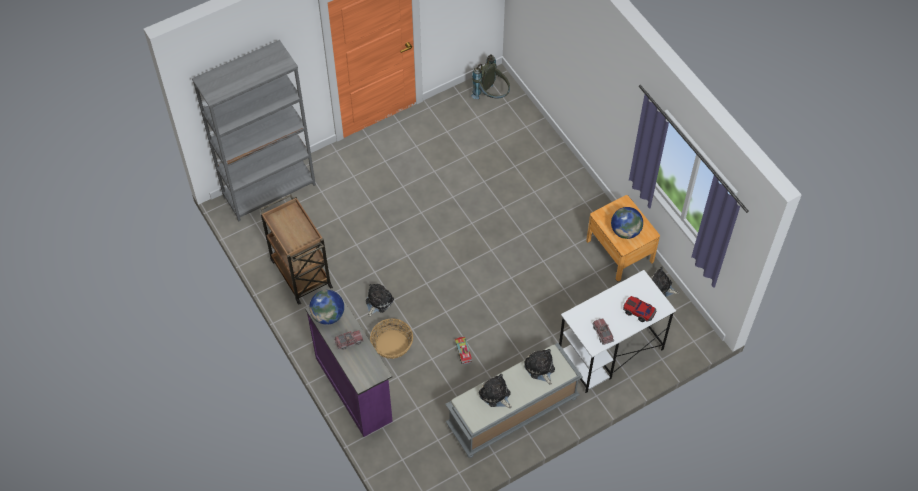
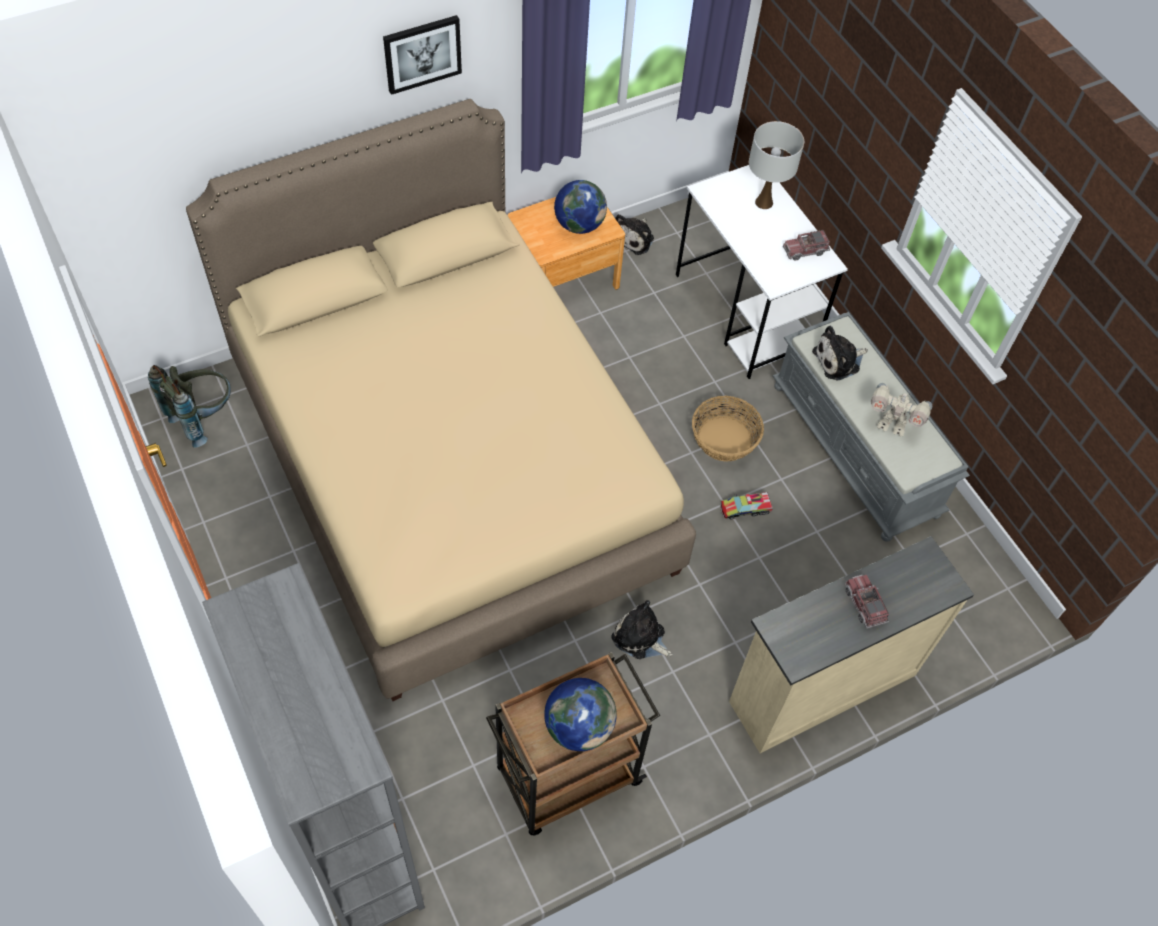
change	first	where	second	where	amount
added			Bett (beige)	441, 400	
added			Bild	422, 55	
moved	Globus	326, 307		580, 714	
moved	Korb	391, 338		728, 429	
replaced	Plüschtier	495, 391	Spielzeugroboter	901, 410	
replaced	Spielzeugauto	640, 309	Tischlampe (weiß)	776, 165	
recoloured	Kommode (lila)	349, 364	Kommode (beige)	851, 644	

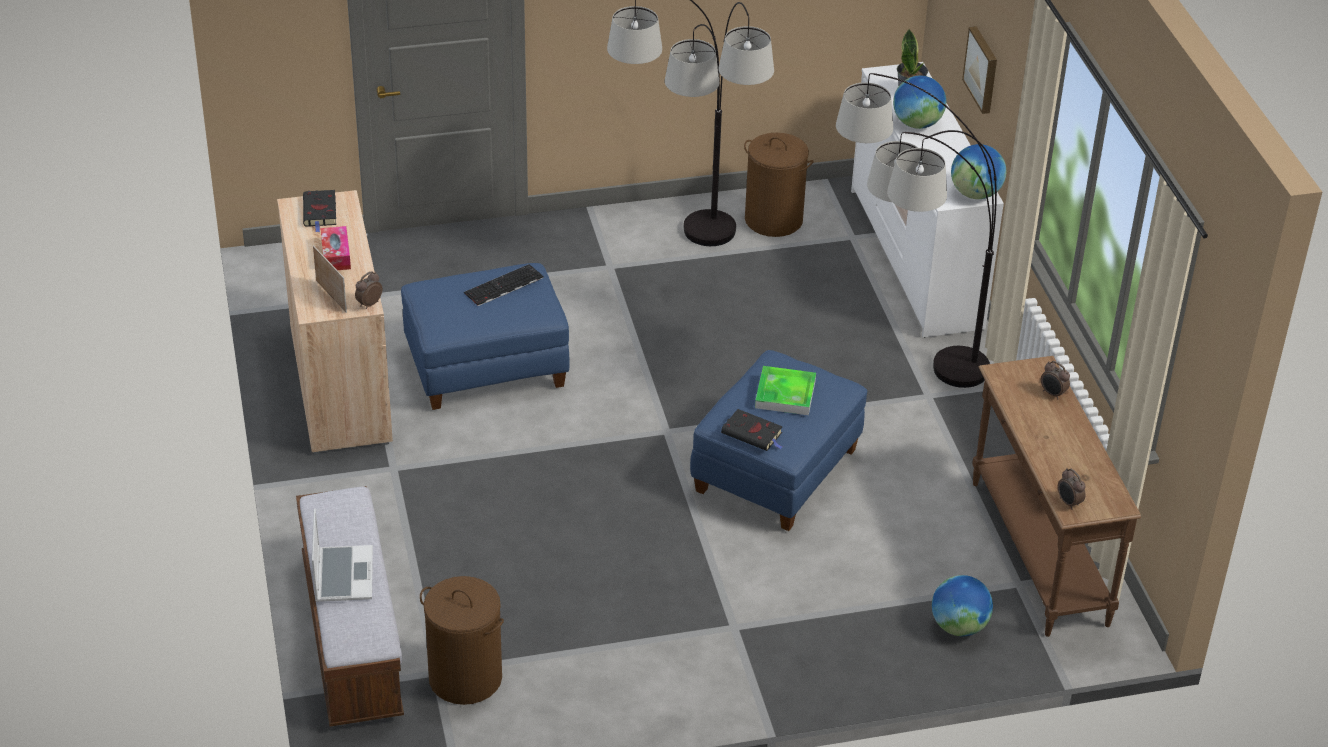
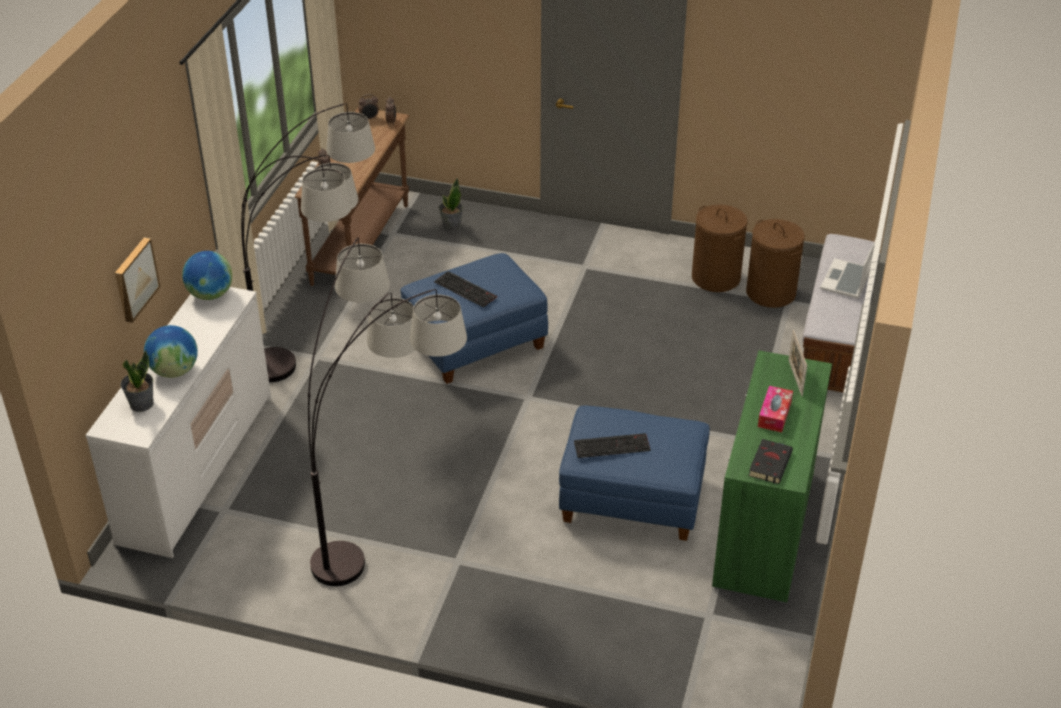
change	first	where	second	where	amount
removed	Buch (schwarz)	752, 430			
moved	Wecker	368, 290		368, 106	
moved	Wäschekorb (braun)	779, 185		719, 248	
replaced	Tablett	785, 390	Tastatur	465, 289	
replaced	Globus	962, 605	Topfpflanze	451, 204	
recoloured	Schrank (beige)	335, 322	Schrank (grün)	772, 477	

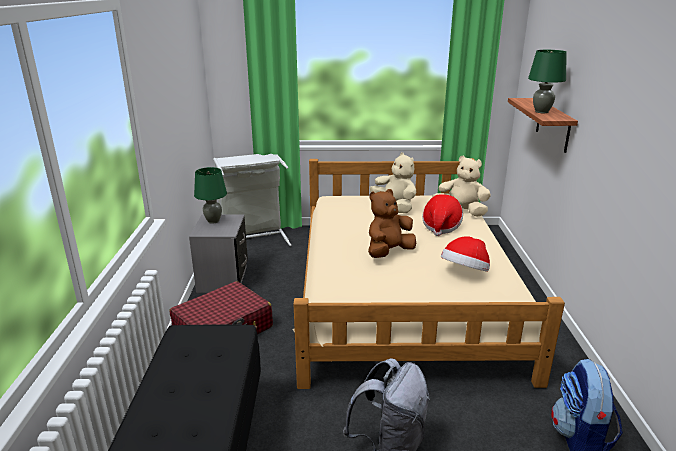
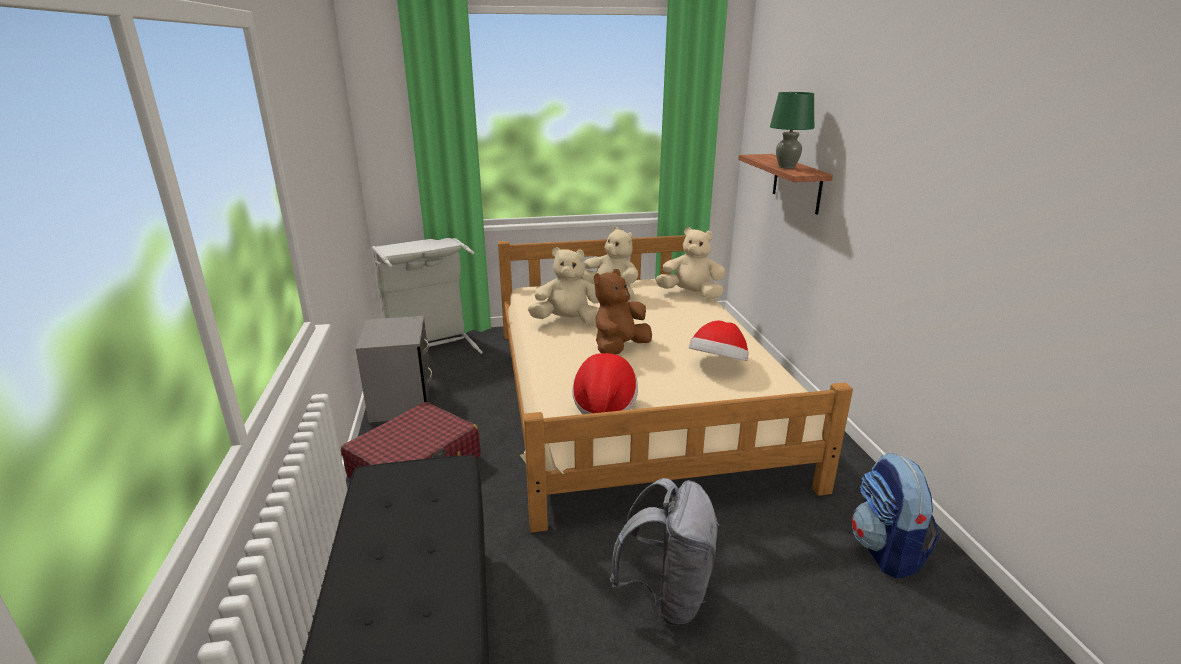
change	first	where	second	where	amount
removed	Tischlampe (grün)	210, 195			
added			Plüschtier (beige)	563, 286	
moved	Hut	442, 215		605, 383	

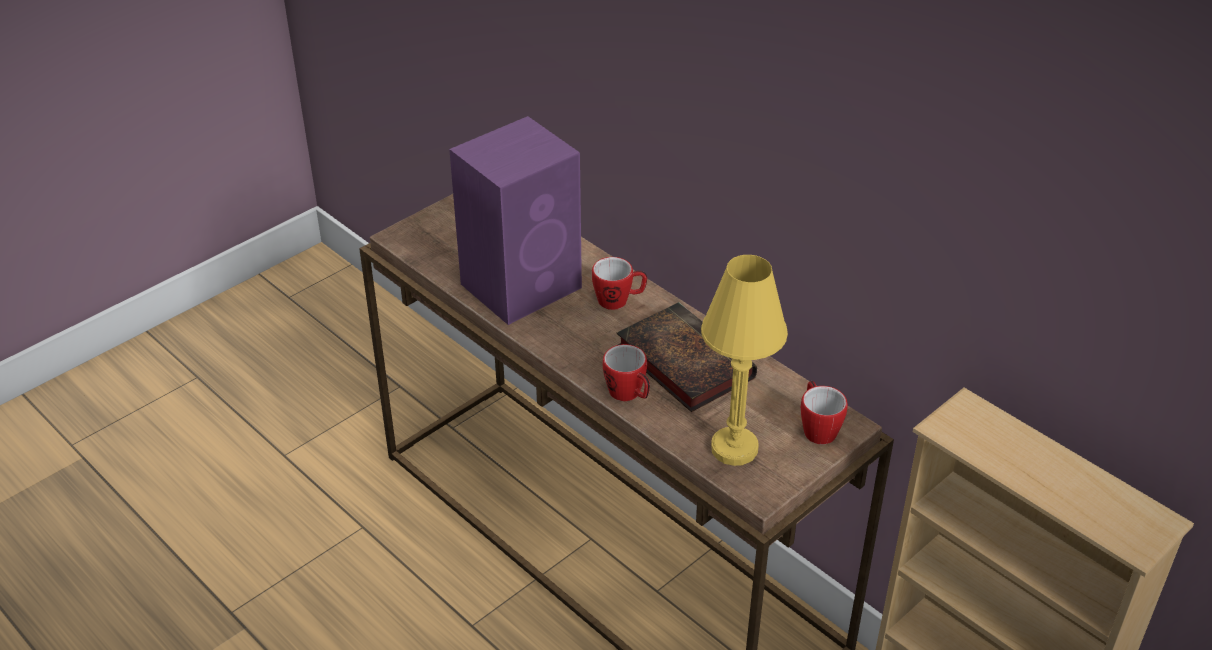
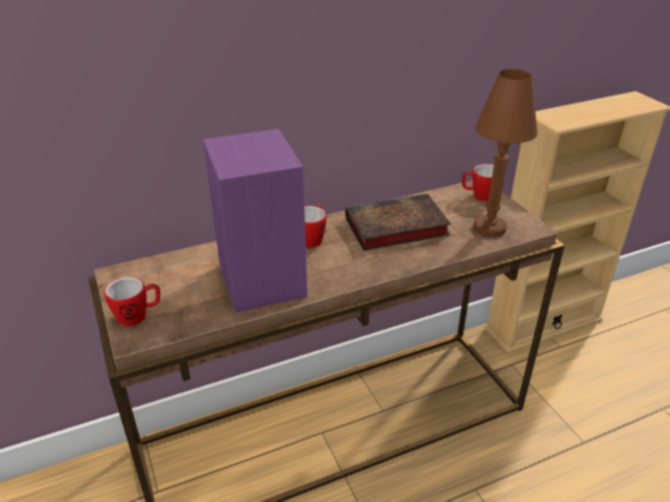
change	first	where	second	where	amount
moved	Henkelbecher	626, 372		132, 301	
recoloured	Tischlampe (gelb)	744, 360	Tischlampe (braun)	505, 153	

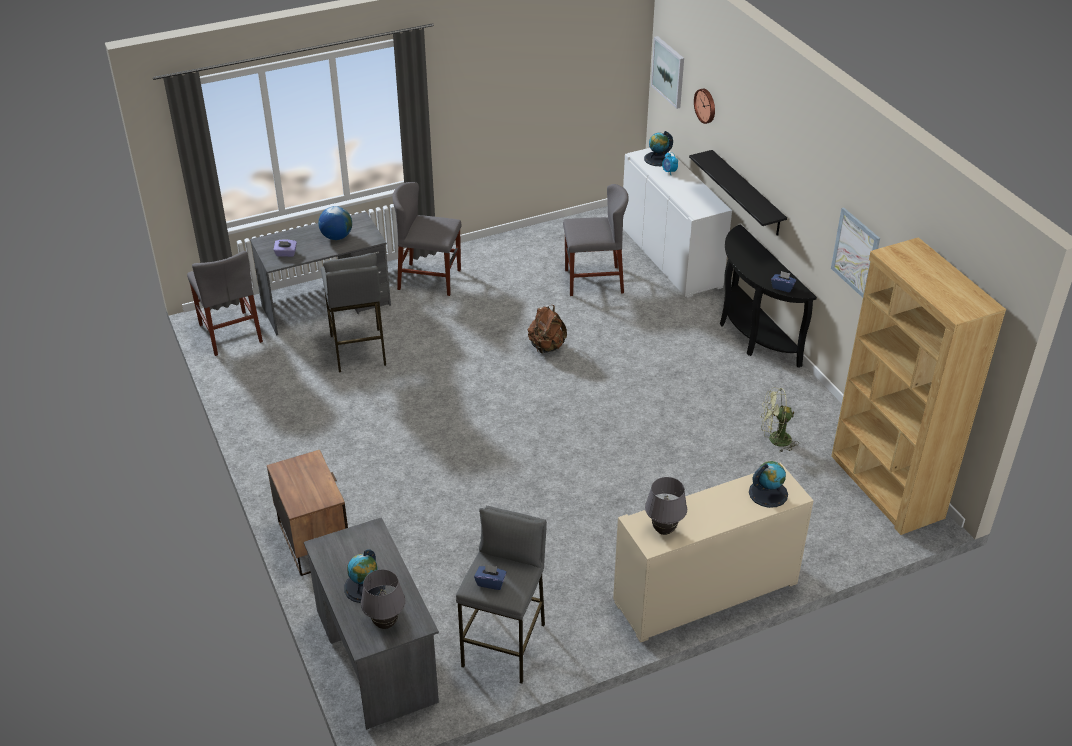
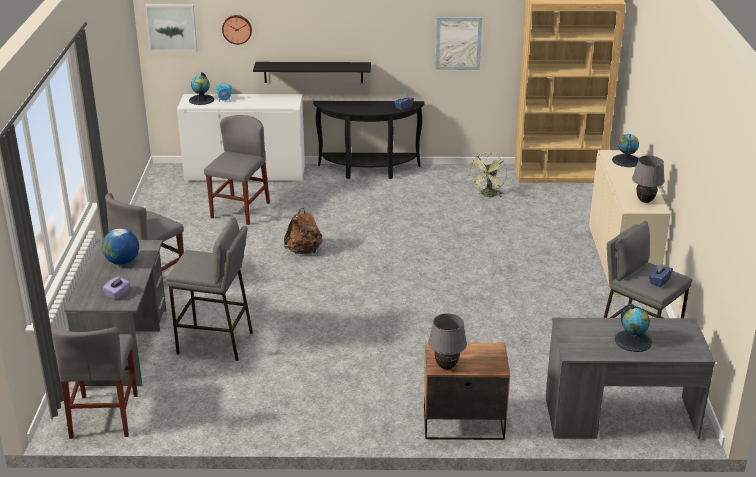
change	first	where	second	where	amount
moved	Tischlampe (grau)	383, 599		447, 341	
turned	Stuhl (grau)	225, 303		94, 383	90 degrees clockwise

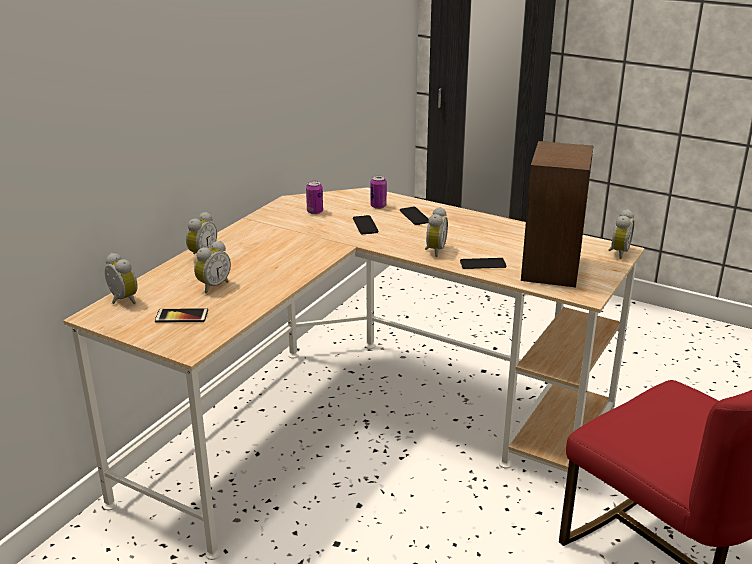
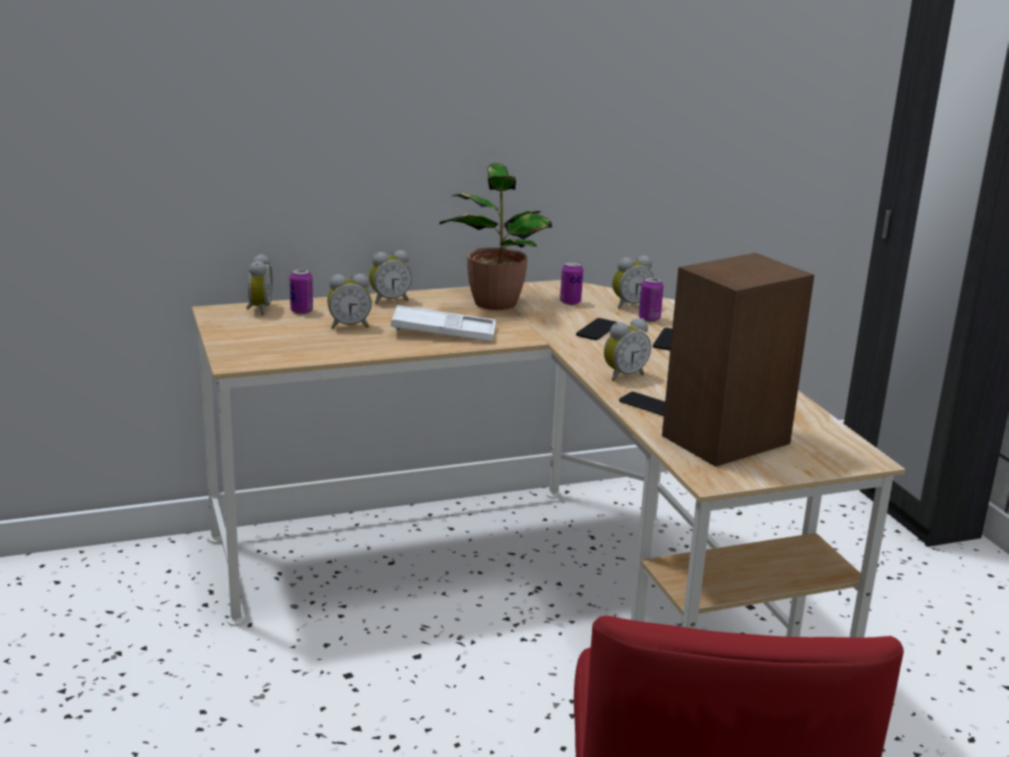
change	first	where	second	where	amount
removed	Handy	181, 315			
added			Dose	301, 291	
added			Tablett (weiß)	443, 323	
added			Topfpflanze	495, 236	
moved	Wecker	621, 234		633, 282	

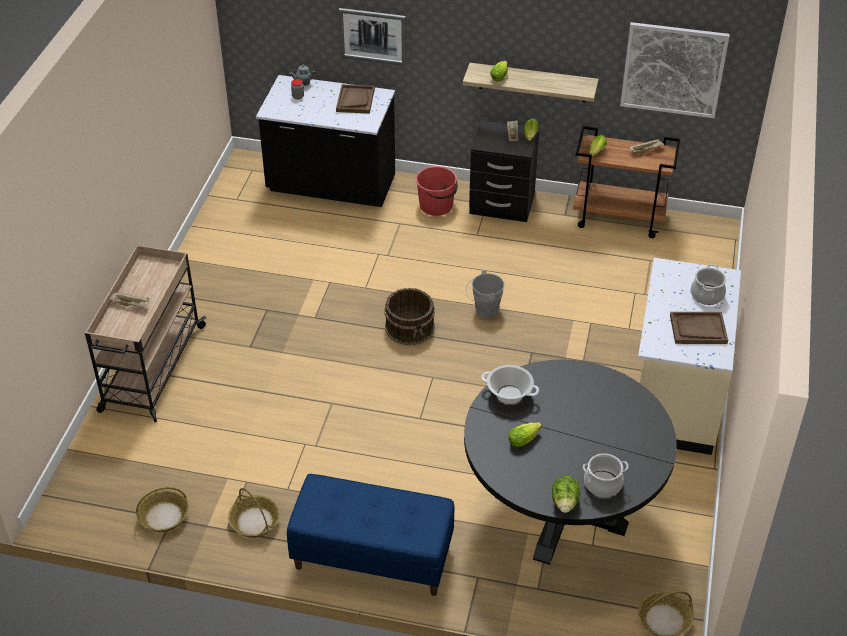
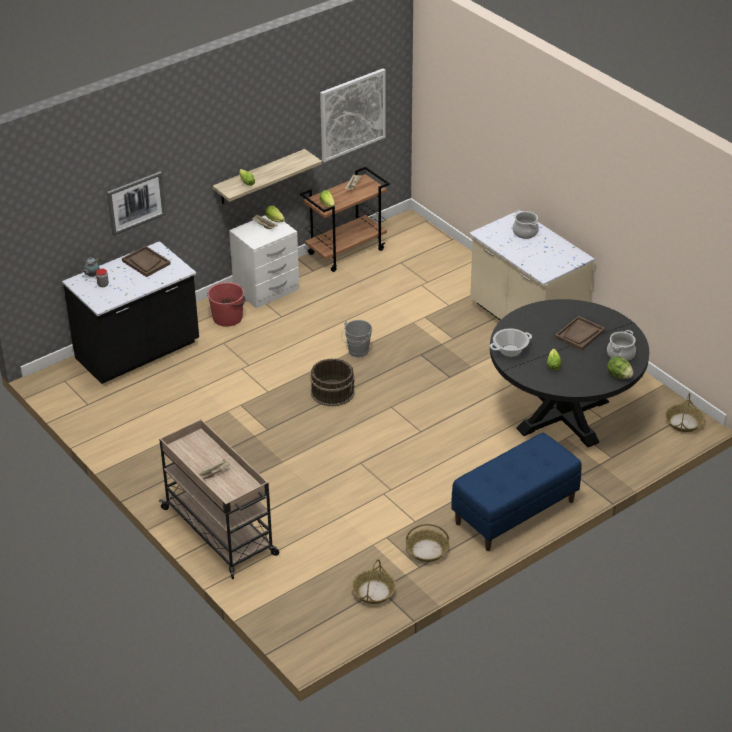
change	first	where	second	where	amount
moved	Tablett (braun)	699, 328		580, 333	
recoloured	Nachttisch (schwarz)	504, 171	Nachttisch (weiß)	264, 261	

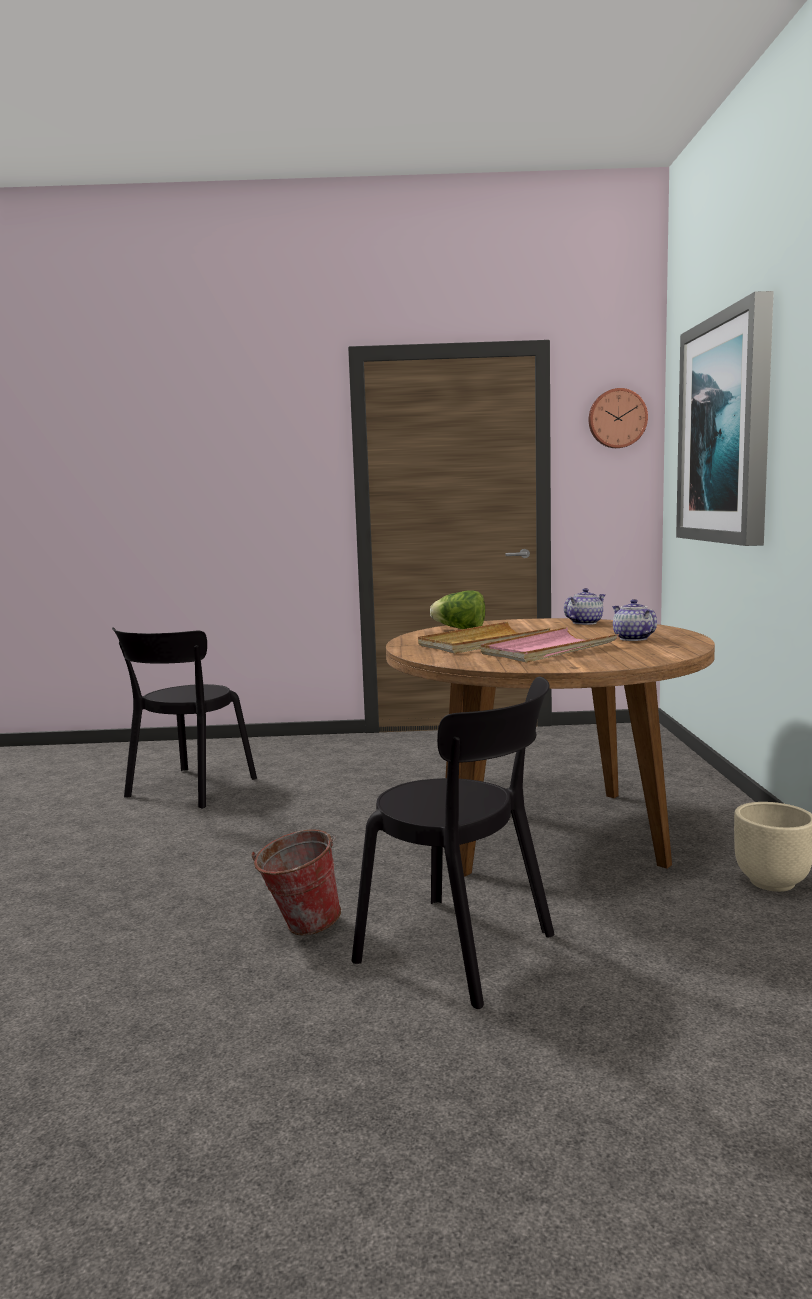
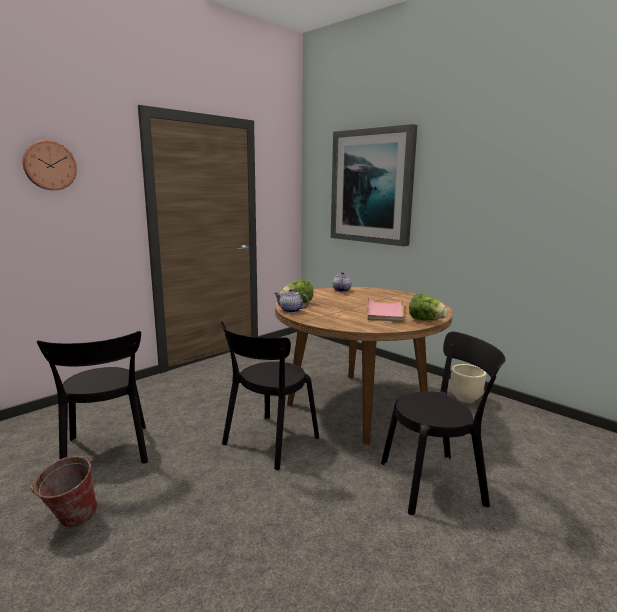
change	first	where	second	where	amount
removed	Tablett (beige)	484, 638			
added			Stuhl (schwarz)	269, 395	
added			Salatkopf	428, 307	
moved	Eimer	296, 882		64, 491	
moved	Wanduhr	618, 418		49, 165	
moved	Teekanne	634, 620		292, 301	

